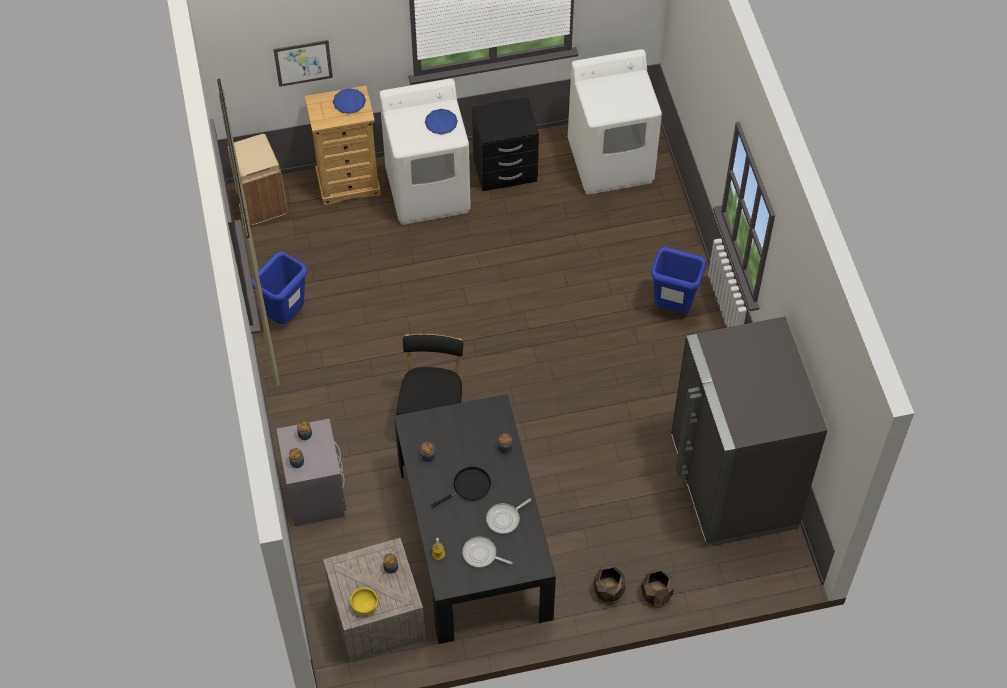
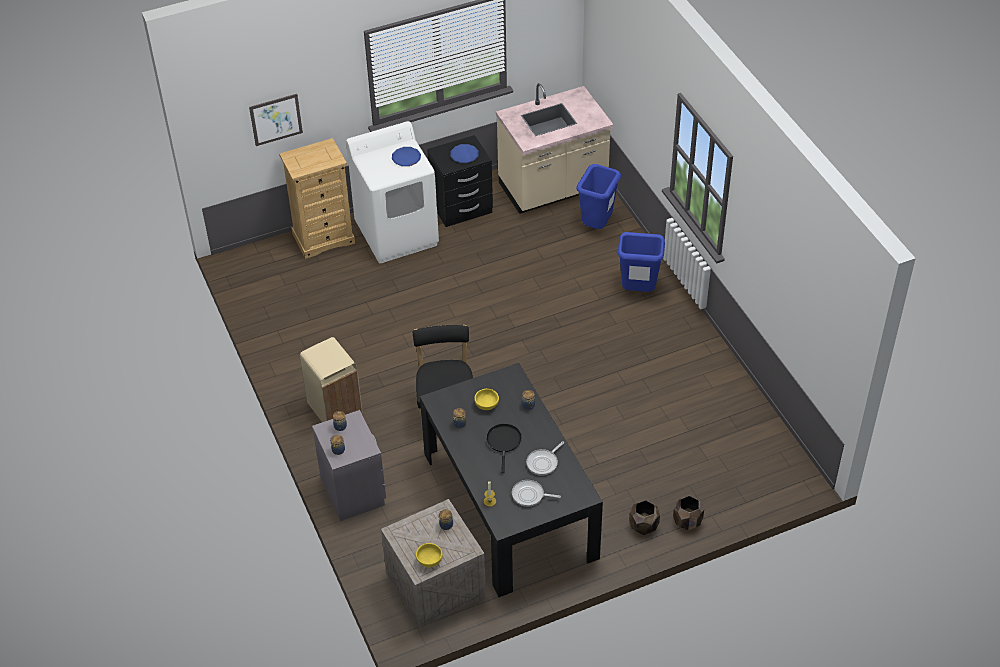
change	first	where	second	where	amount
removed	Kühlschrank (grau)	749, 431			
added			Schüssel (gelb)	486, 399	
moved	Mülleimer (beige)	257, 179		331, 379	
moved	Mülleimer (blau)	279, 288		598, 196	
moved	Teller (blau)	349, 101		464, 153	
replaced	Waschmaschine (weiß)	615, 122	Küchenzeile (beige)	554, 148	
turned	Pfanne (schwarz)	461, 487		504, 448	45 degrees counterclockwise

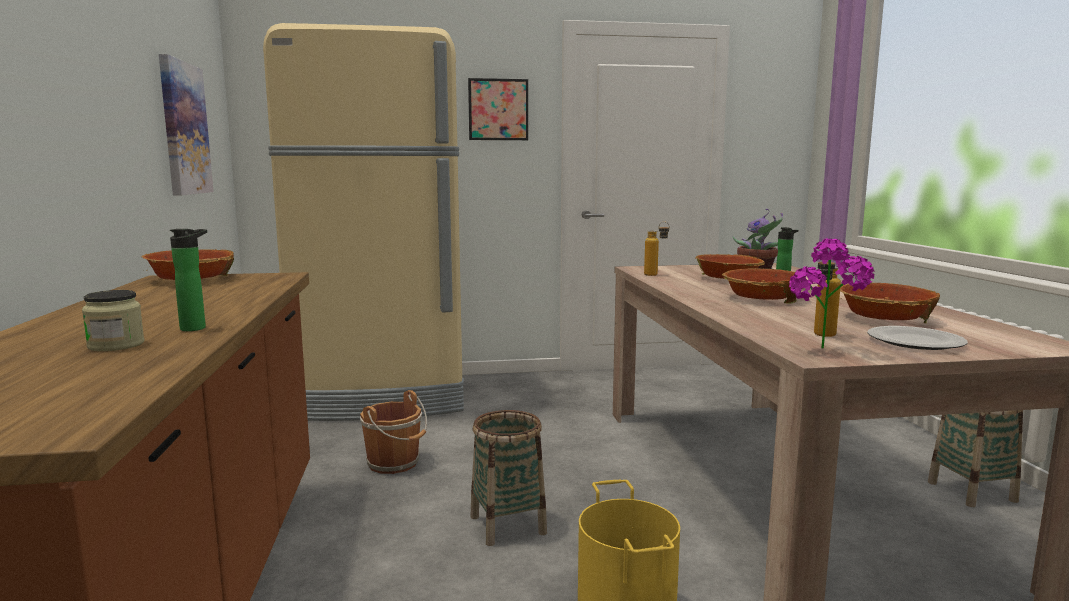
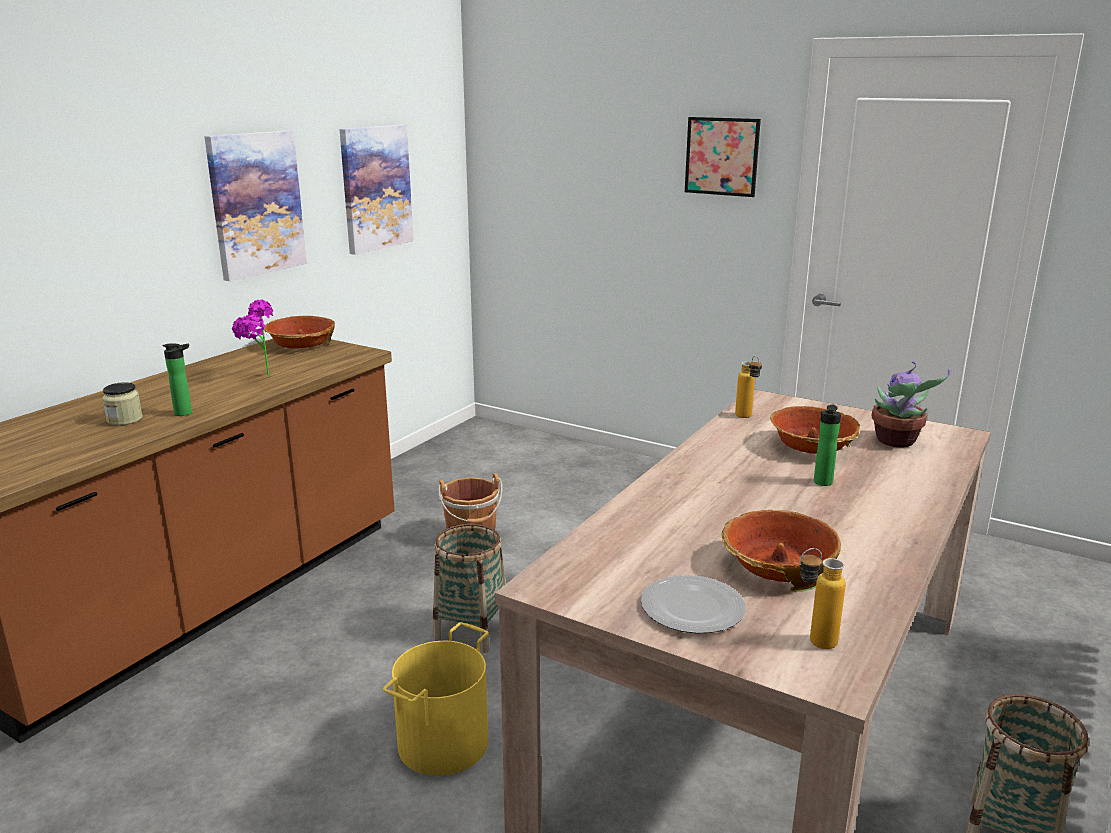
change	first	where	second	where	amount
removed	Kühlschrank (beige)	363, 222			
removed	Schüssel	762, 286			
added			Bild	255, 205	
moved	Topfpflanze	832, 293		252, 337	
moved	Flasche	827, 298		822, 598	

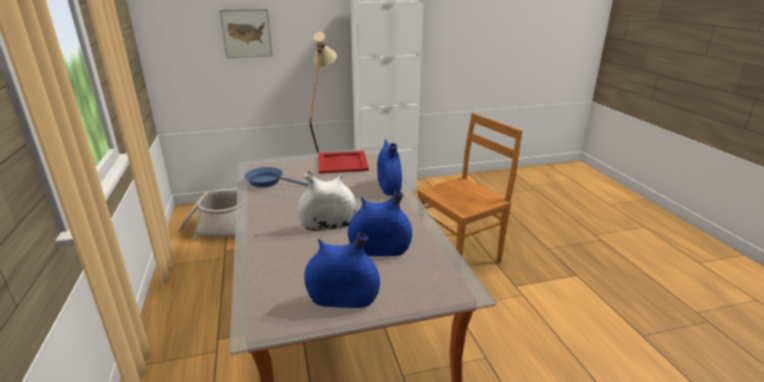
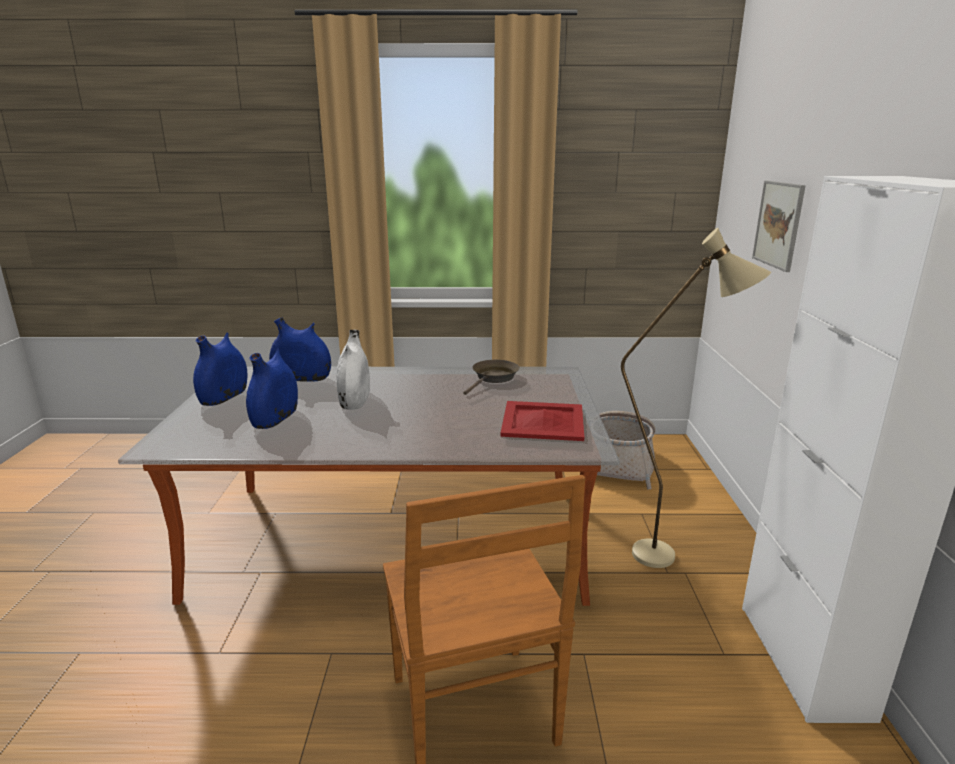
change	first	where	second	where	amount
moved	Vase (blau)	389, 167		300, 349	
recoloured	Pfanne (blau)	276, 177	Pfanne (braun)	491, 377	

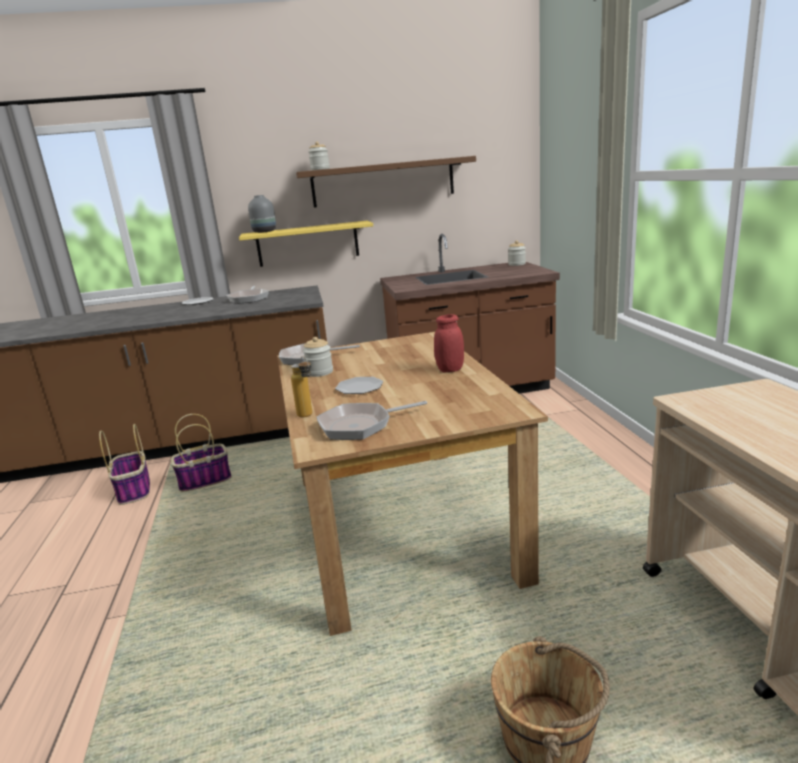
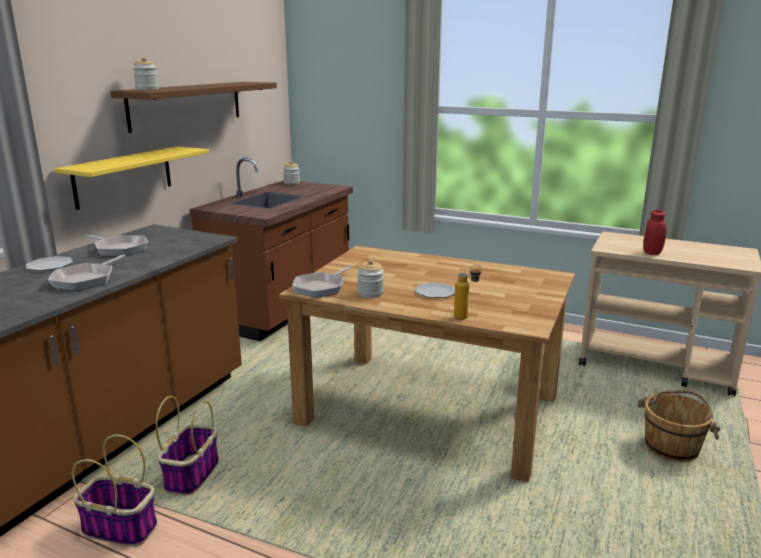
change	first	where	second	where	amount
removed	Vase (grau)	262, 214			
moved	Pfanne	372, 420		87, 272	
moved	Vorratsglas (rot)	449, 343		655, 232	

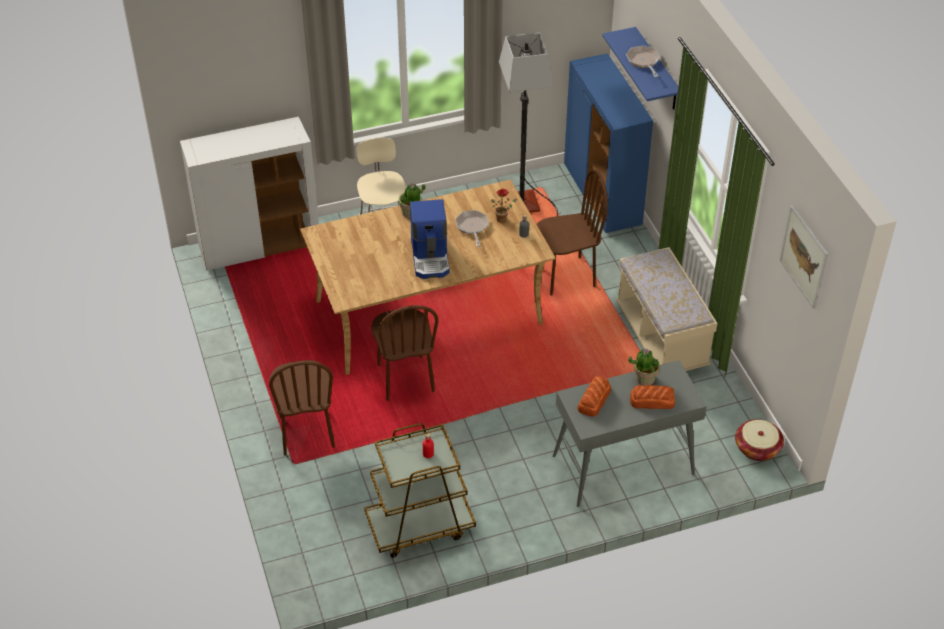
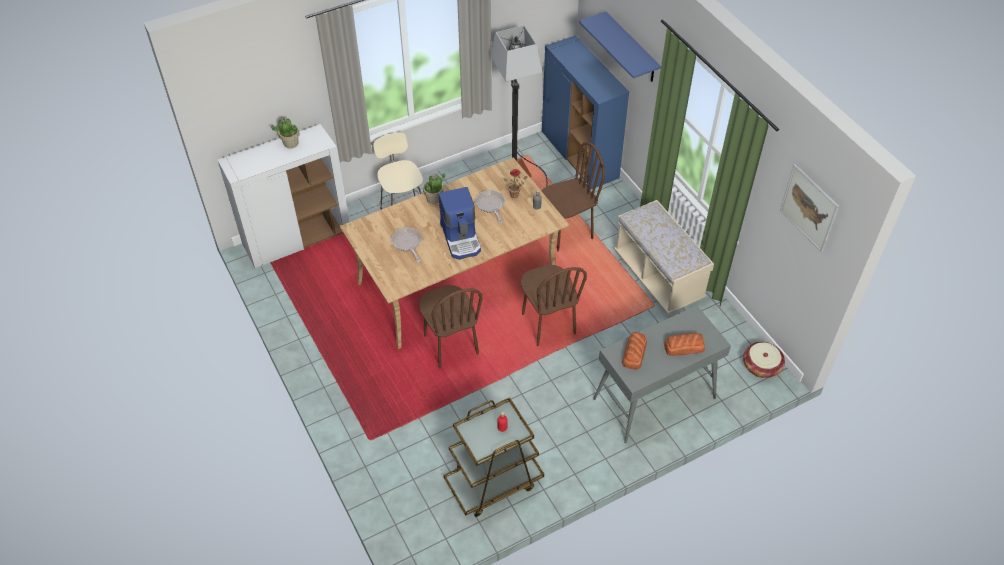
change	first	where	second	where	amount
moved	Stuhl (braun)	302, 408		554, 305	
moved	Pfanne	643, 61		406, 245	
moved	Topfpflanze	644, 367		285, 133	

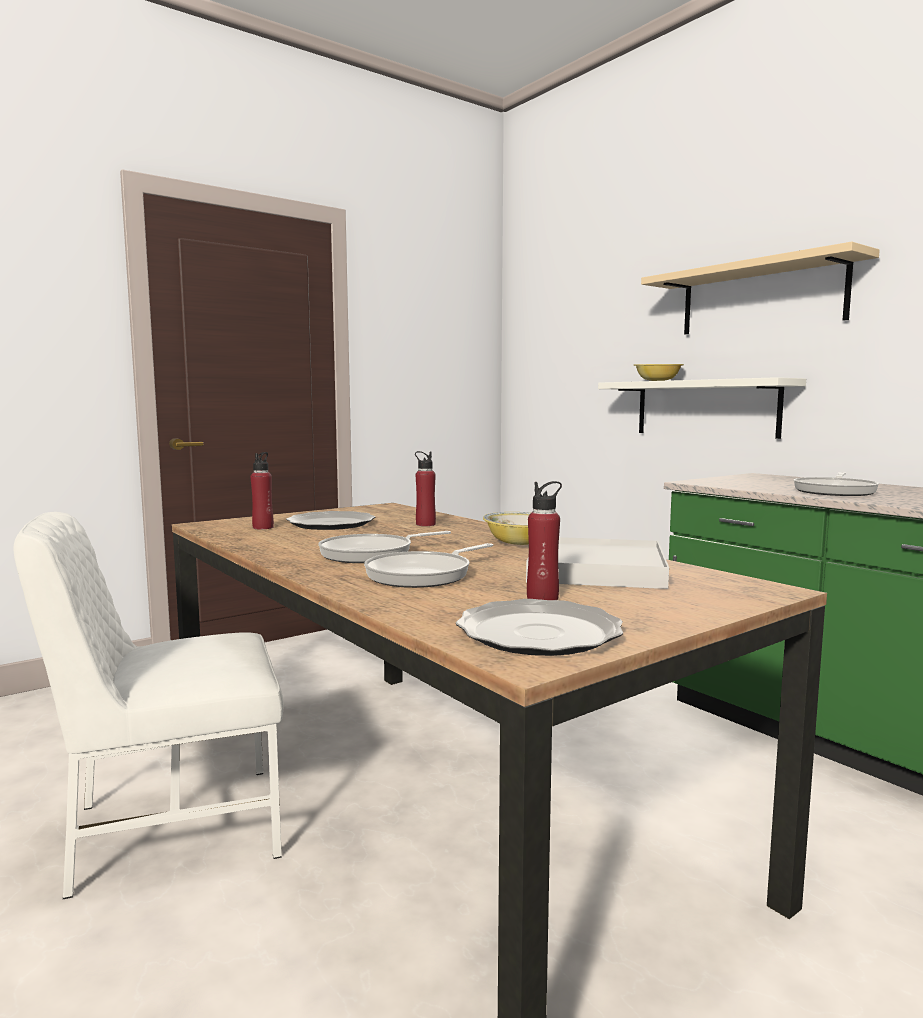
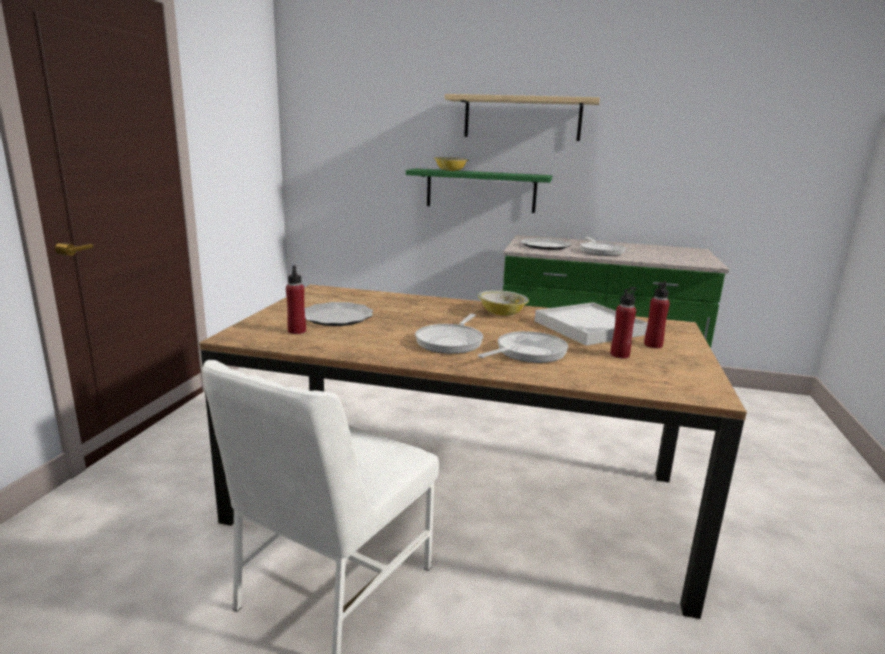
change	first	where	second	where	amount
moved	Flasche (rot)	425, 488		657, 314	
moved	Teller	539, 627		545, 244	
recoloured	Wandregal (weiß)	702, 408	Wandregal (grün)	479, 190	
turned	Pfanne	428, 565		523, 347	135 degrees counterclockwise

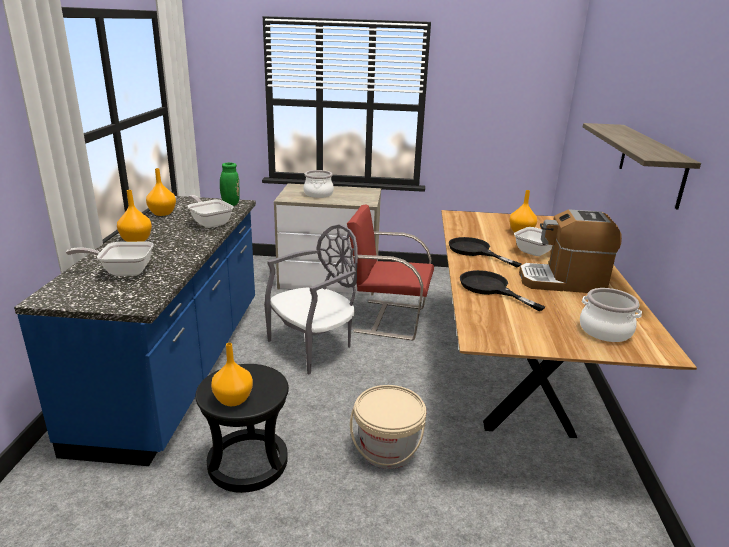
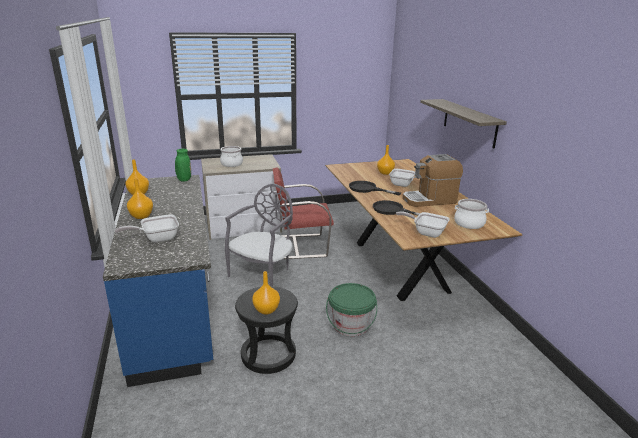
change	first	where	second	where	amount
moved	Pfanne	210, 211		423, 224	
recoloured	Eimer (beige)	388, 427	Eimer (grün)	351, 309	

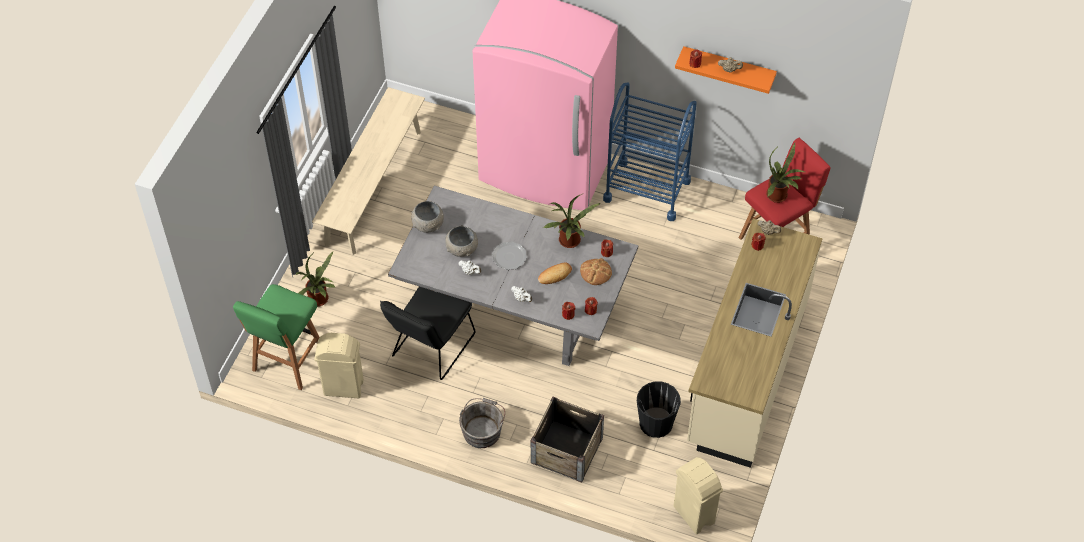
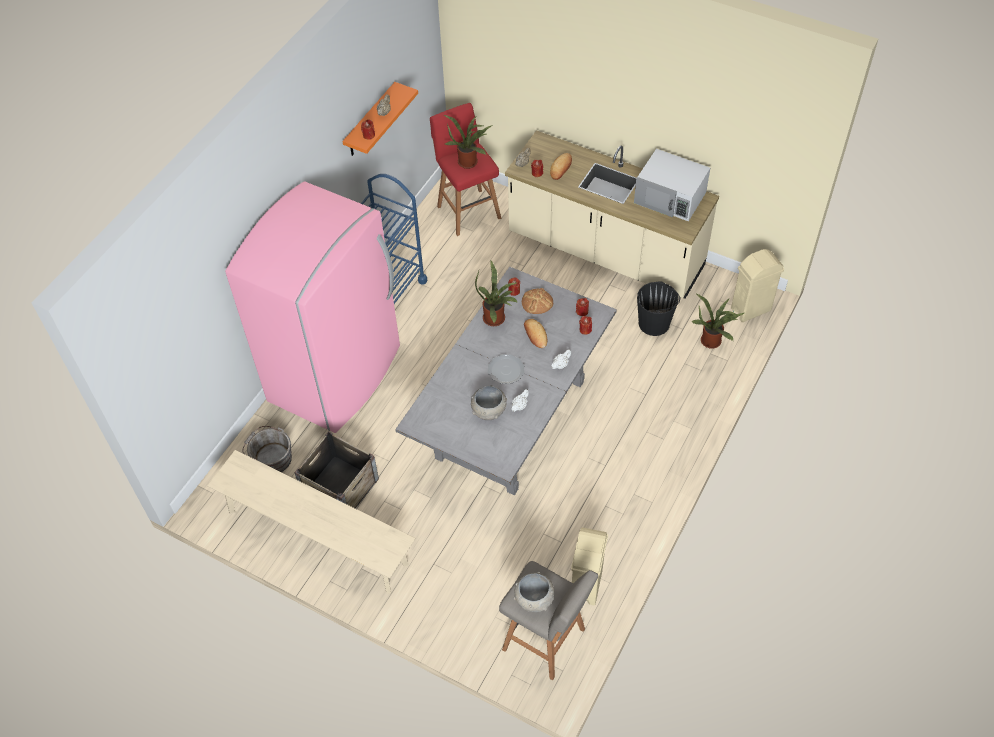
change	first	where	second	where	amount
removed	Stuhl (schwarz)	428, 333			
added			Brot	561, 166	
added			Mikrowelle (weiß)	672, 185	
moved	Topfpflanze	315, 279		717, 321	
moved	Schüssel (grau)	427, 217		534, 592	
moved	Eimer (grau)	482, 423		267, 449	
moved	Kiste	567, 440		336, 470	
recoloured	Hocker (grün)	276, 337	Hocker (grau)	548, 620	

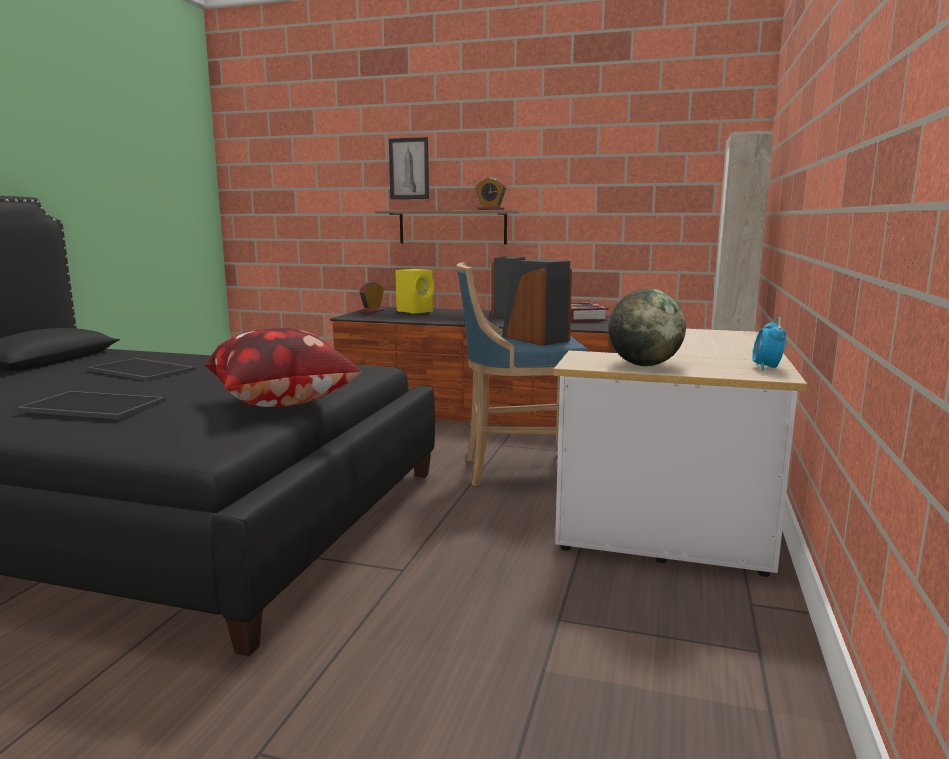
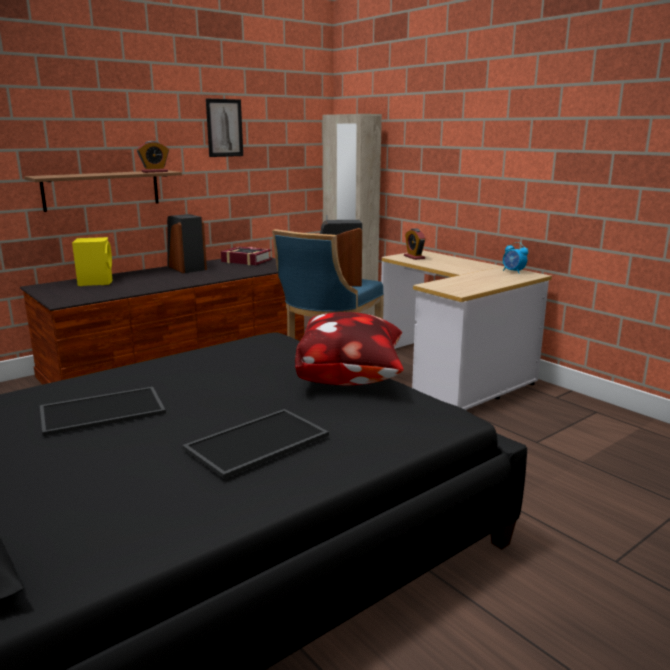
change	first	where	second	where	amount
removed	Globus	647, 327			
moved	Wecker	371, 297		415, 244	
moved	Bild	409, 168		224, 127	

